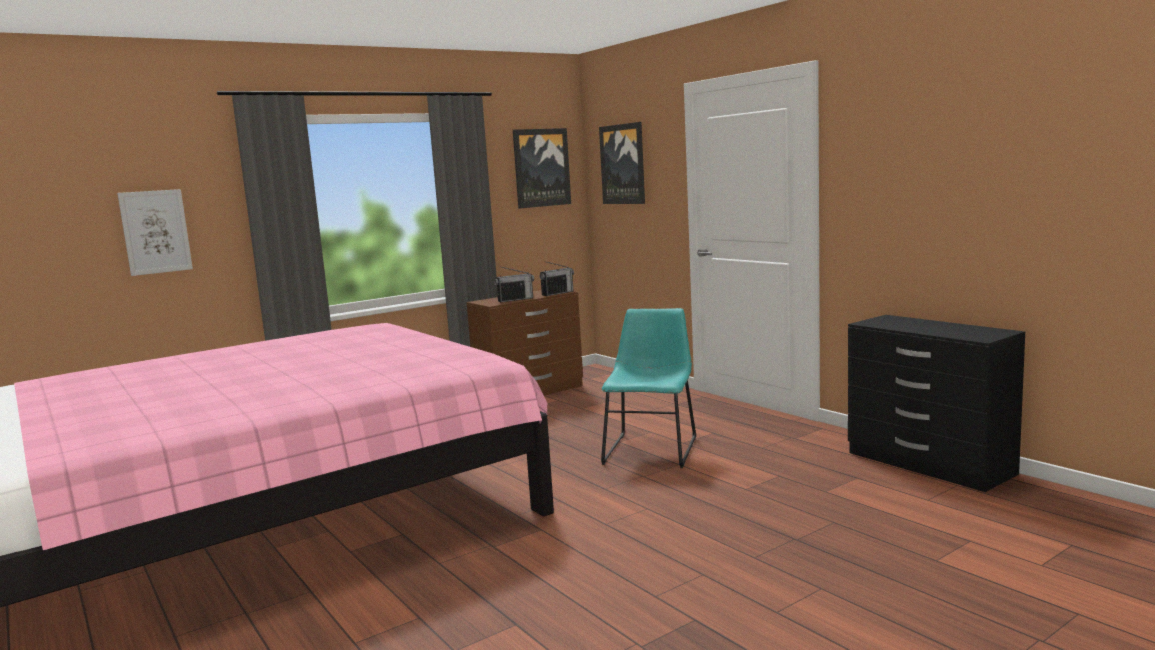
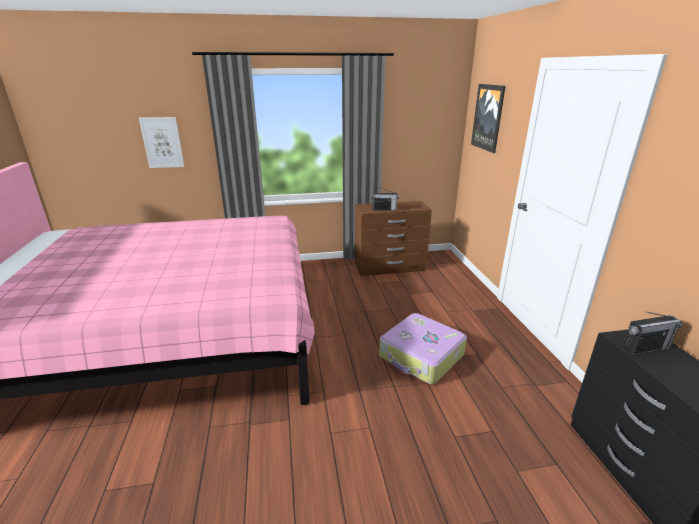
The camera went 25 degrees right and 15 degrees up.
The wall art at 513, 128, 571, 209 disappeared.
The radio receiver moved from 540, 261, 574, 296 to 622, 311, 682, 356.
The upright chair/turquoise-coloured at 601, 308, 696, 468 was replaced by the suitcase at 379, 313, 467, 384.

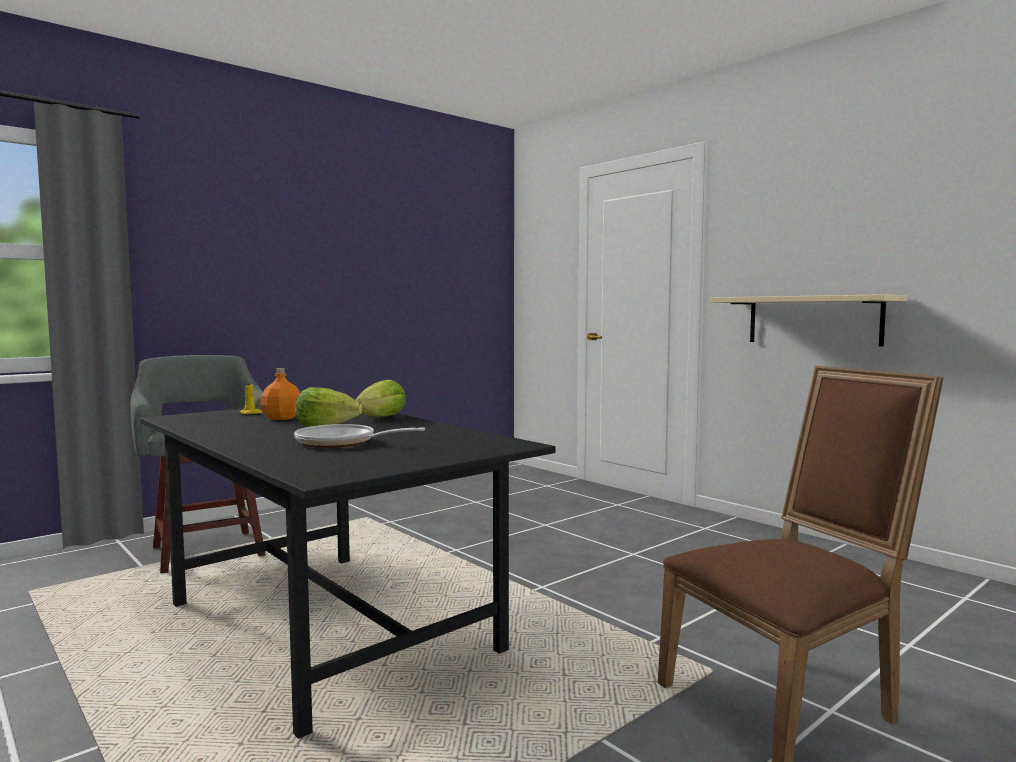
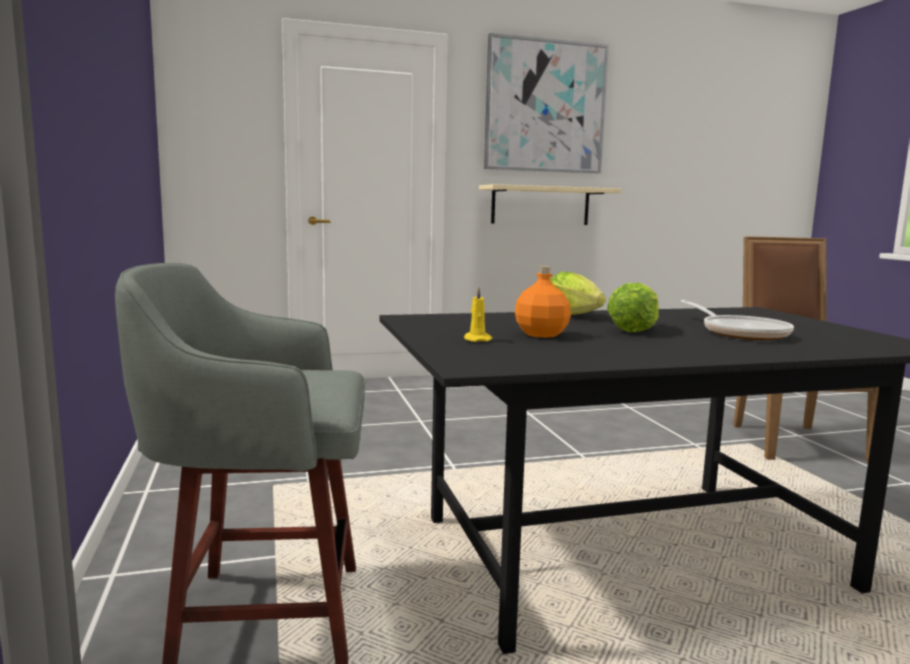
The camera went 65 degrees left and 5 degrees up.
The pan at 294, 424, 425, 448 turned 60 degrees counterclockwise.
The wall art at 484, 33, 609, 173 appeared.

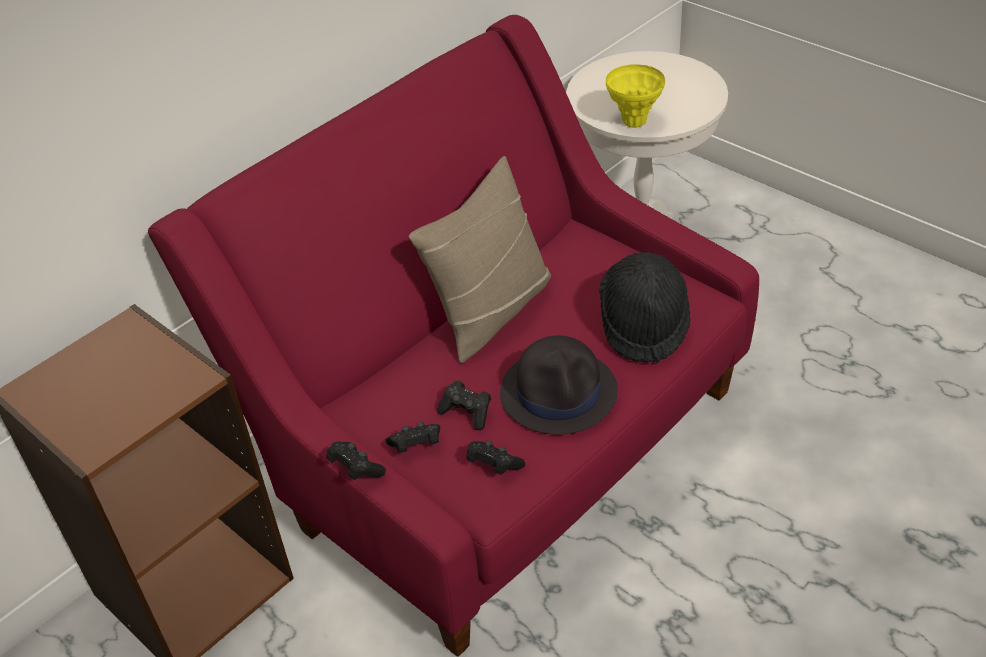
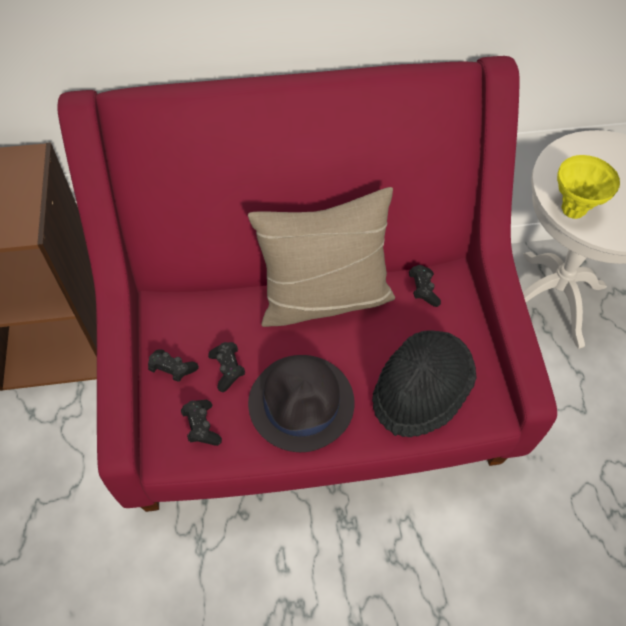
The camera went 35 degrees right and 15 degrees up.
The gamepad/blackish moved from 326, 442, 386, 480 to 409, 265, 441, 307.

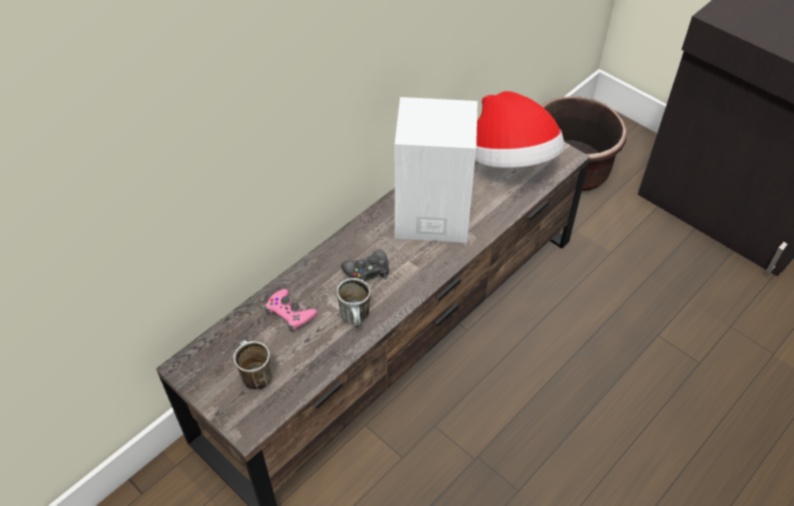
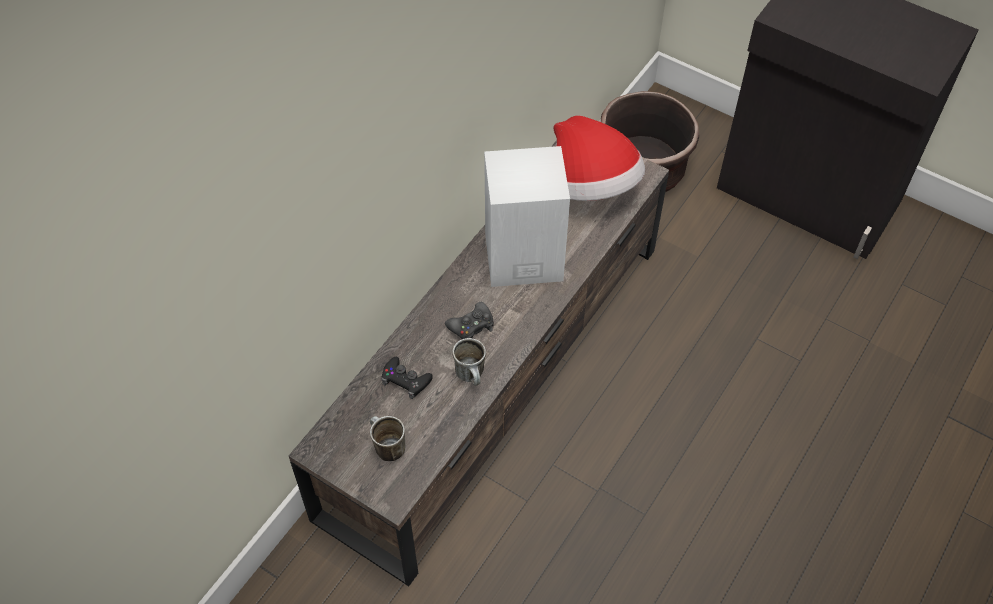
The camera went 10 degrees left and 5 degrees up.
The gamepad/pink-coloured at 265, 289, 317, 332 became the gamepad/blackish at 381, 357, 433, 399.

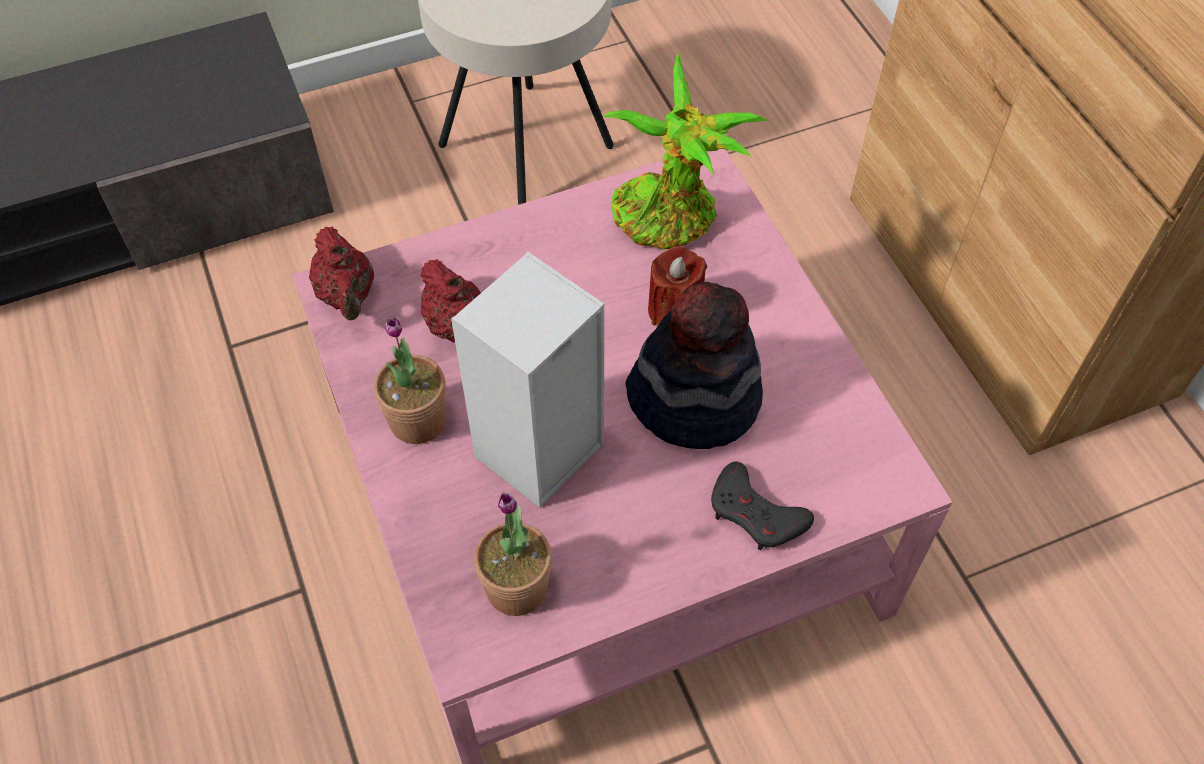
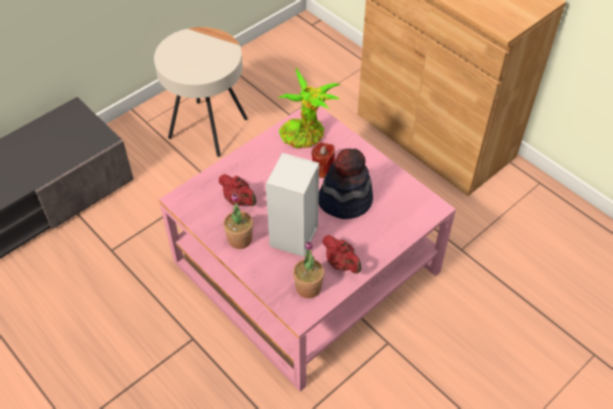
The camera went 20 degrees left and 5 degrees down.
The pot for tea/reddish moved from 309, 227, 374, 321 to 322, 235, 361, 274.
The gamepad/gray at 711, 461, 814, 550 disappeared.

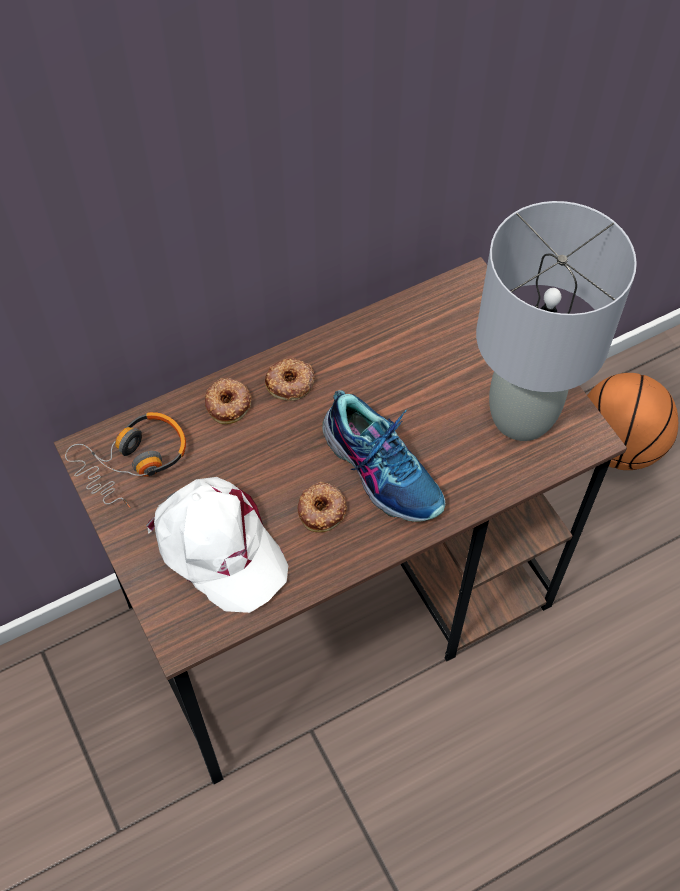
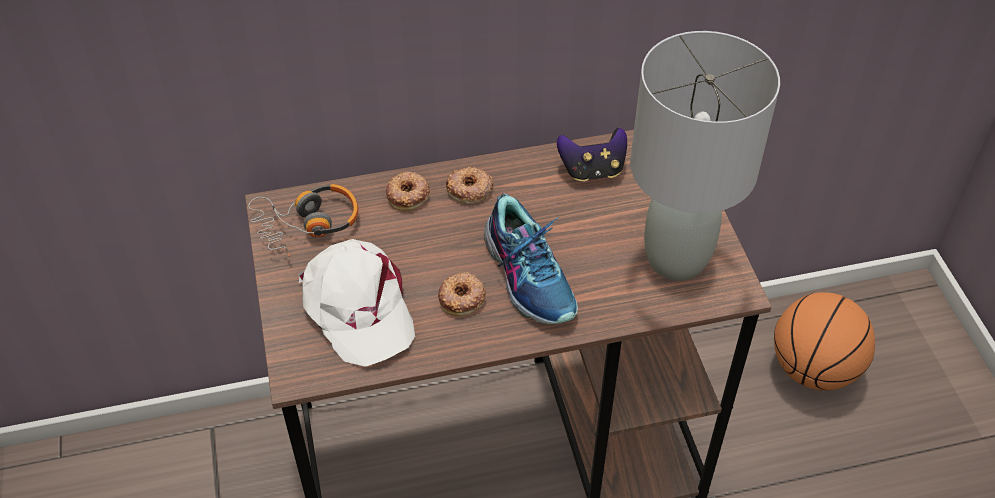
The camera went 15 degrees right and 10 degrees down.
The gamepad at 557, 127, 627, 182 appeared.

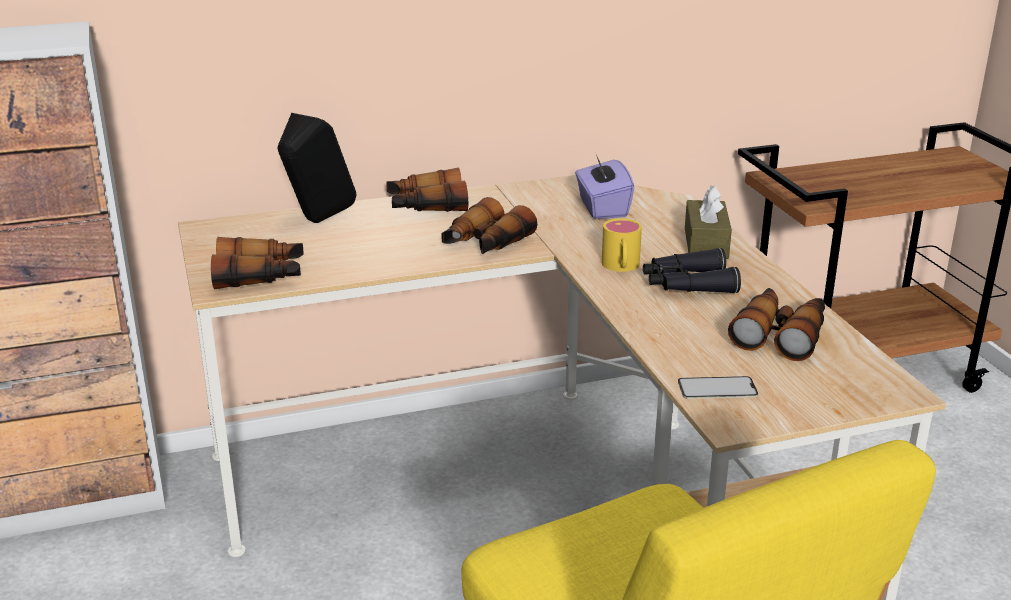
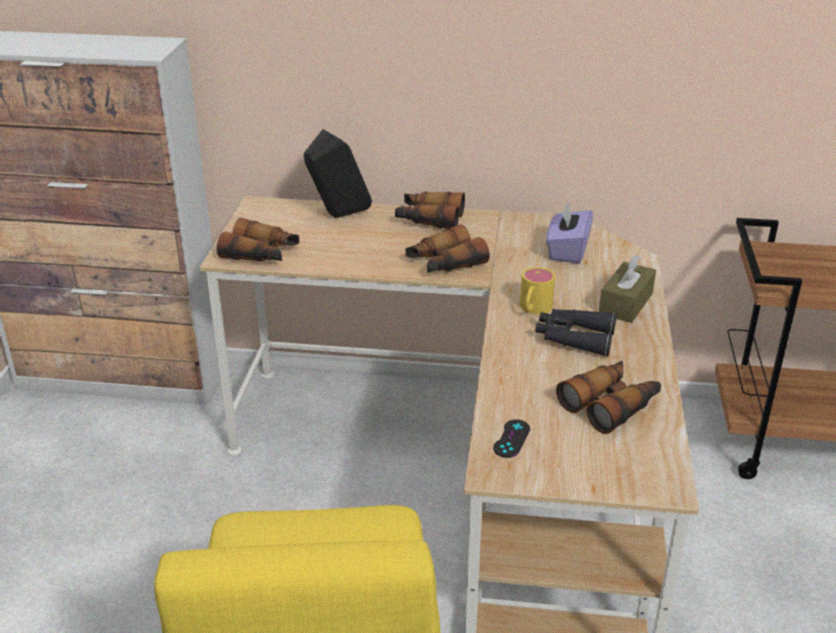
The camera went 25 degrees right and 5 degrees up.
The telephone at 678, 376, 758, 399 was replaced by the gamepad/blackish at 493, 419, 530, 458.

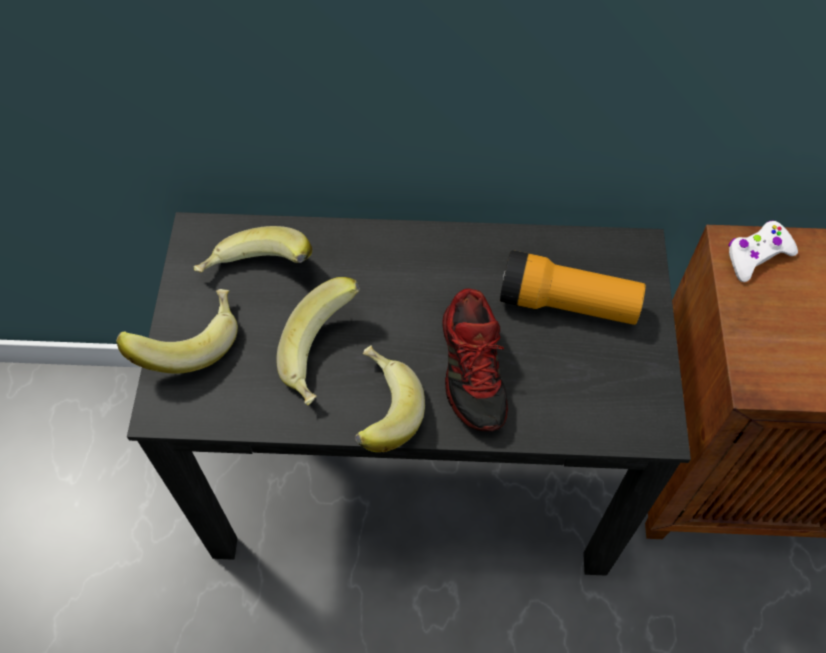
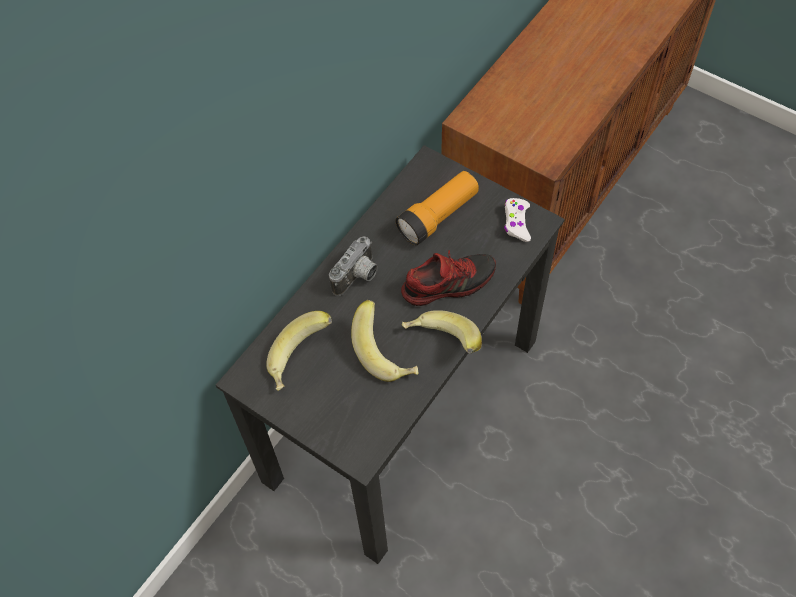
The camera went 55 degrees left and 0 degrees up.
The gamepad/whitish moved from 728, 220, 798, 282 to 504, 198, 531, 242.
The banana at 116, 289, 238, 374 disappeared.
The low shoe at 442, 289, 508, 431 turned 45 degrees counterclockwise.
The still camera at 329, 236, 378, 296 appeared.

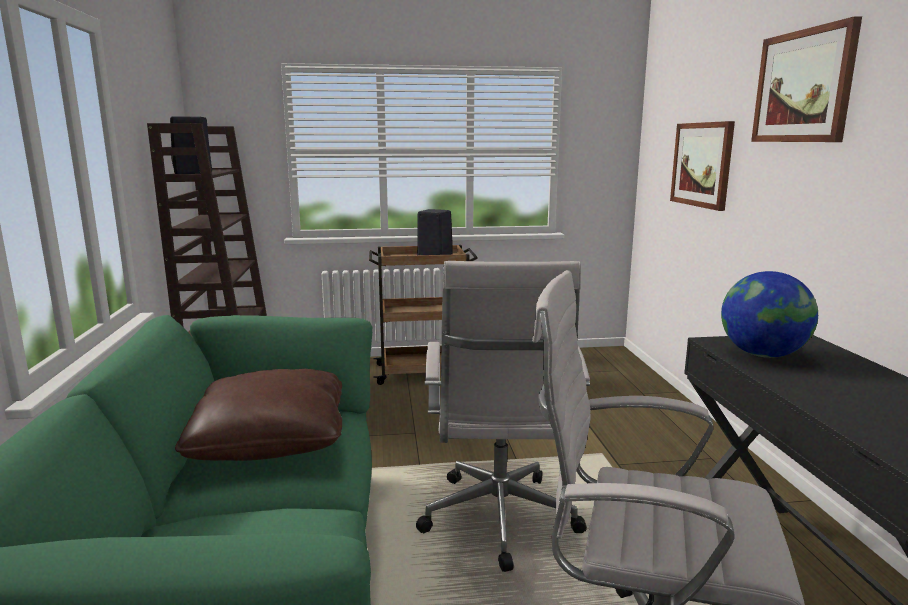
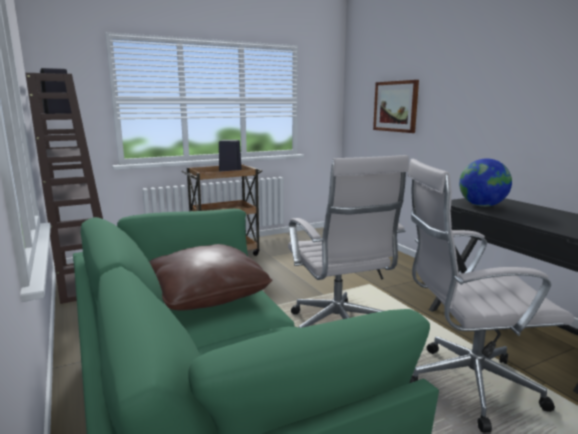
The camera went 20 degrees left and 0 degrees up.
The wall art at 751, 16, 862, 142 disappeared.

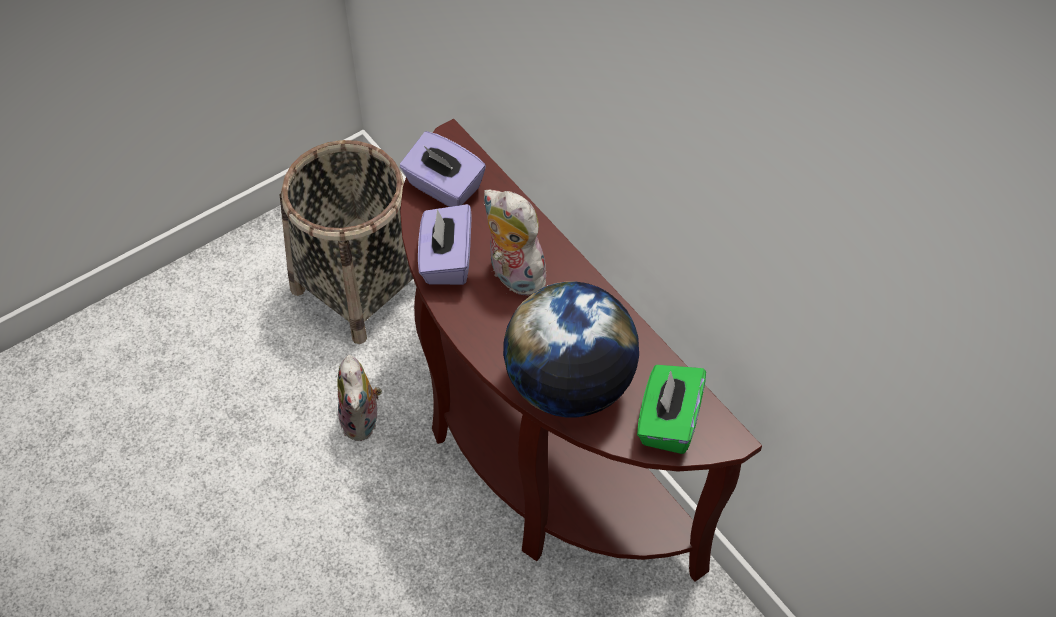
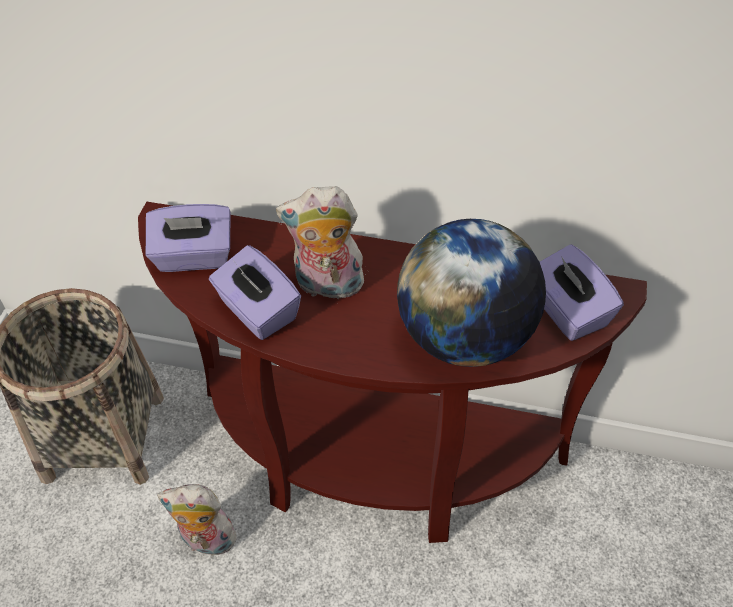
The camera went 40 degrees left and 5 degrees down.
The soft toy at 337, 355, 382, 441 turned 150 degrees clockwise.
The tissue holder/green-coloured at 637, 365, 706, 454 became the tissue holder/purple at 540, 244, 624, 341.

